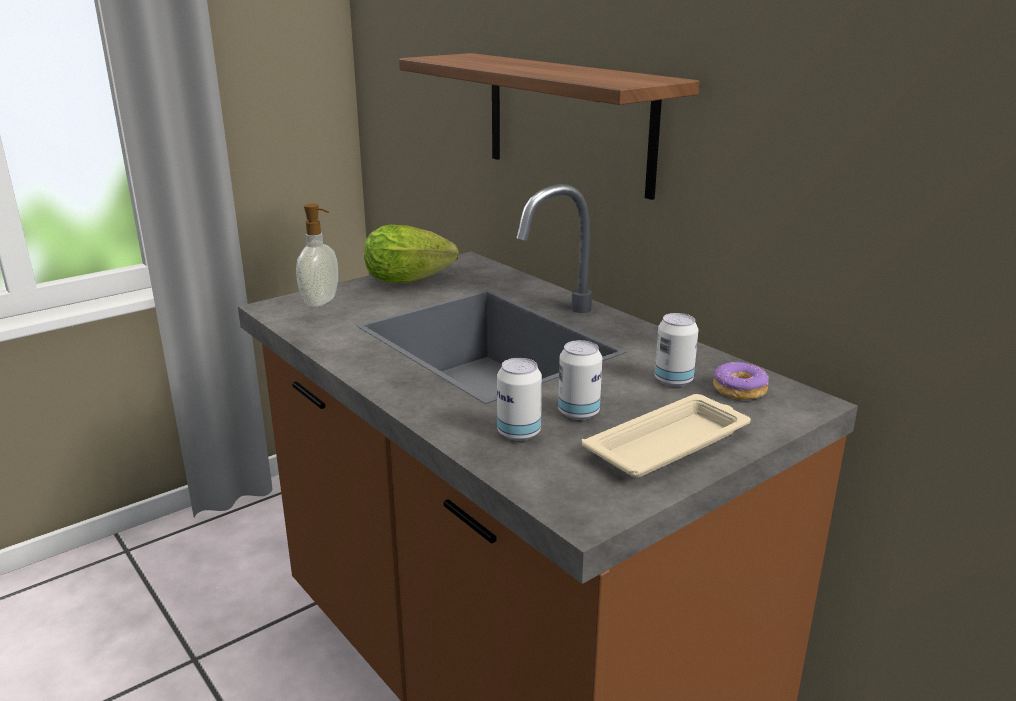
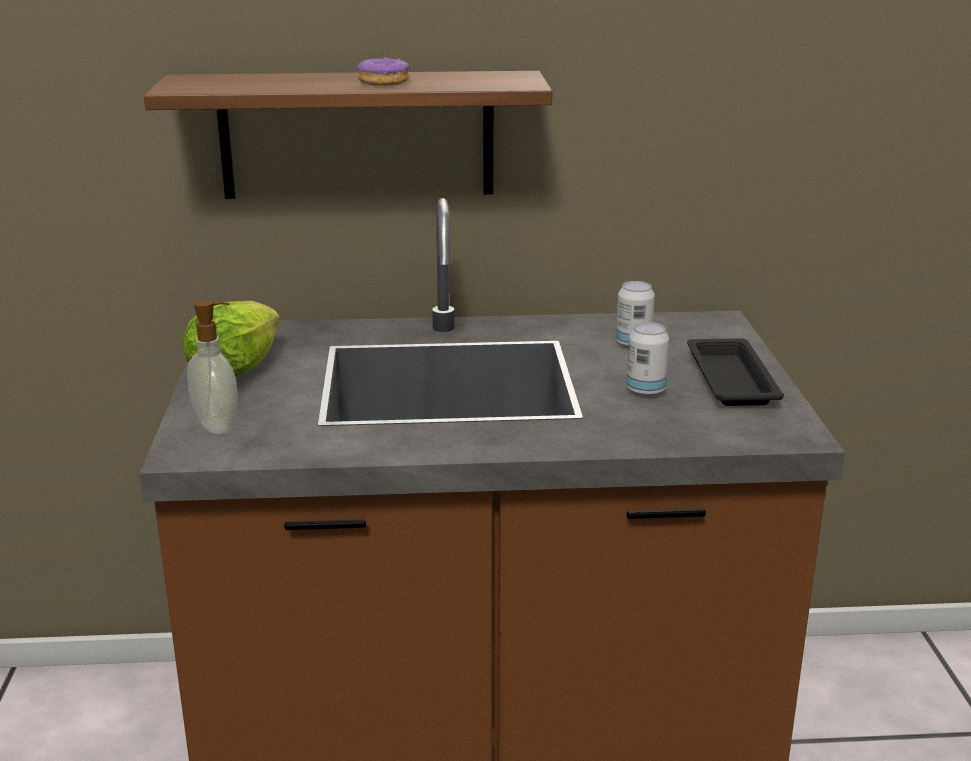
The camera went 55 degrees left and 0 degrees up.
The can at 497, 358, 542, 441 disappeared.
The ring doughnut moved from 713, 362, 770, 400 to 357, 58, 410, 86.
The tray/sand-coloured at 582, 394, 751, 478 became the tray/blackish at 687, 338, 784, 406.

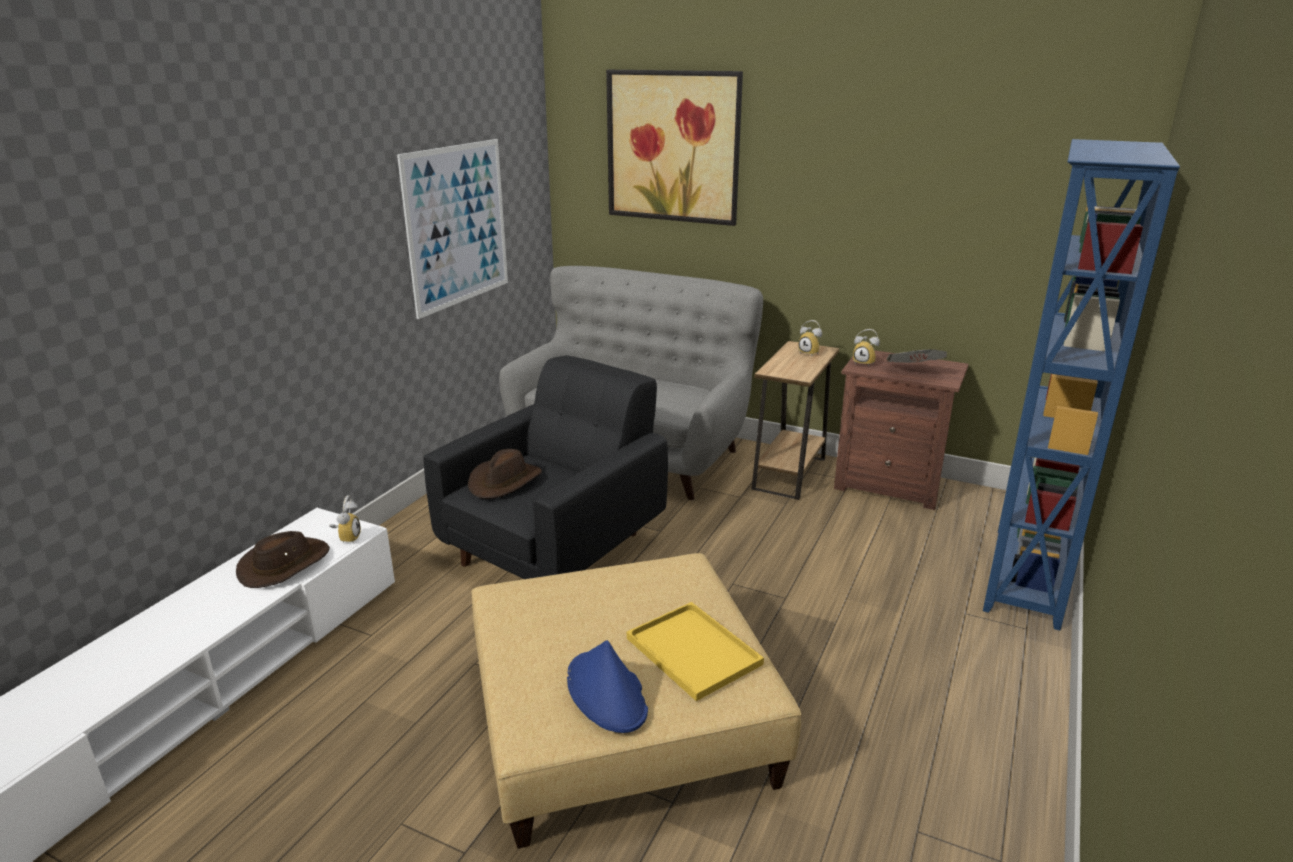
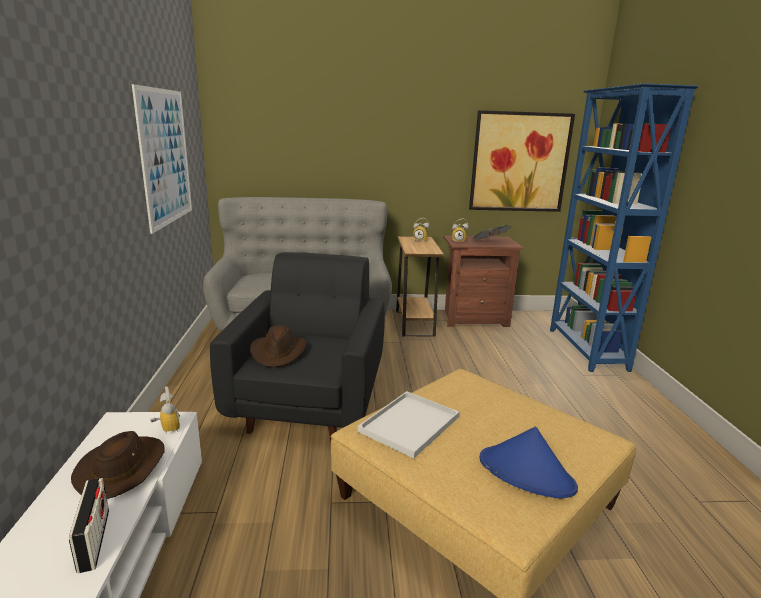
The camera went 30 degrees left and 5 degrees down.
The wall art moved from 606, 70, 743, 226 to 469, 110, 575, 212.
The tray/yellow-coloured at 627, 602, 764, 701 disappeared.
The tray/whitish at 358, 391, 459, 458 appeared.
The radio receiver at 69, 478, 109, 573 appeared.

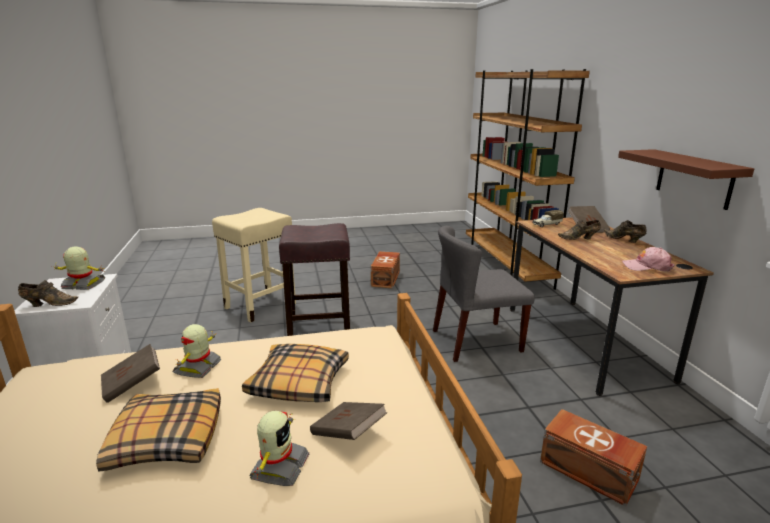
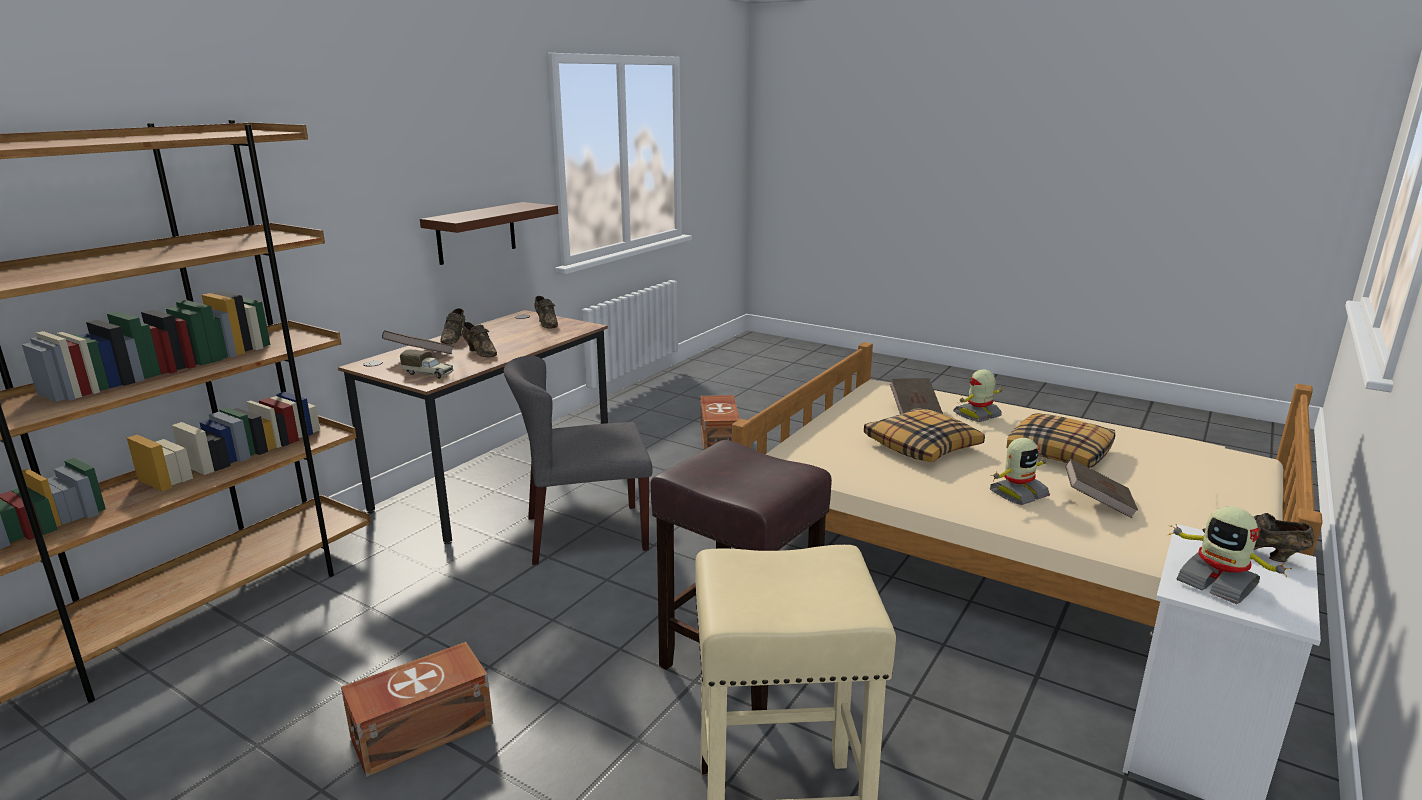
The camera went 135 degrees left and 0 degrees up.
The upright chair/gray at 433, 226, 535, 362 turned 135 degrees clockwise.
The cap/pink-coloured at 622, 247, 675, 272 was replaced by the low shoe/brownish at 534, 296, 558, 329.

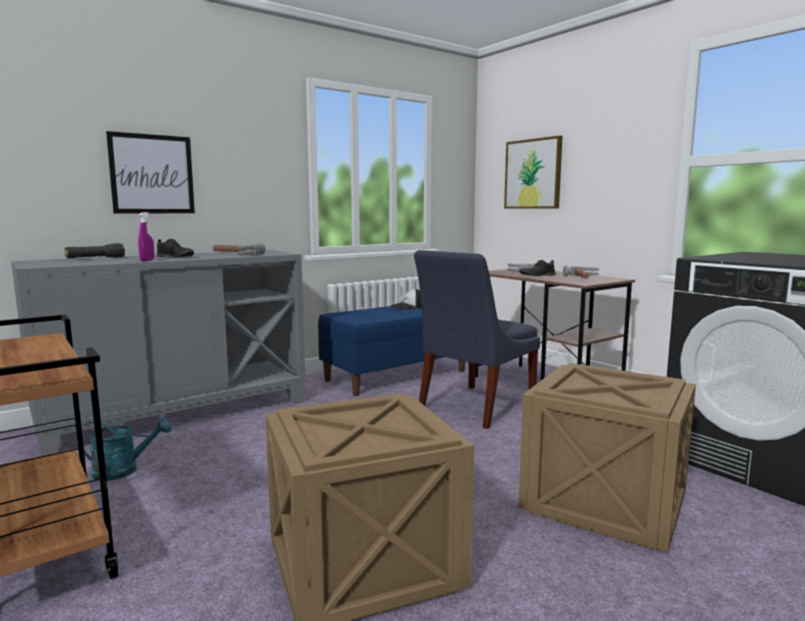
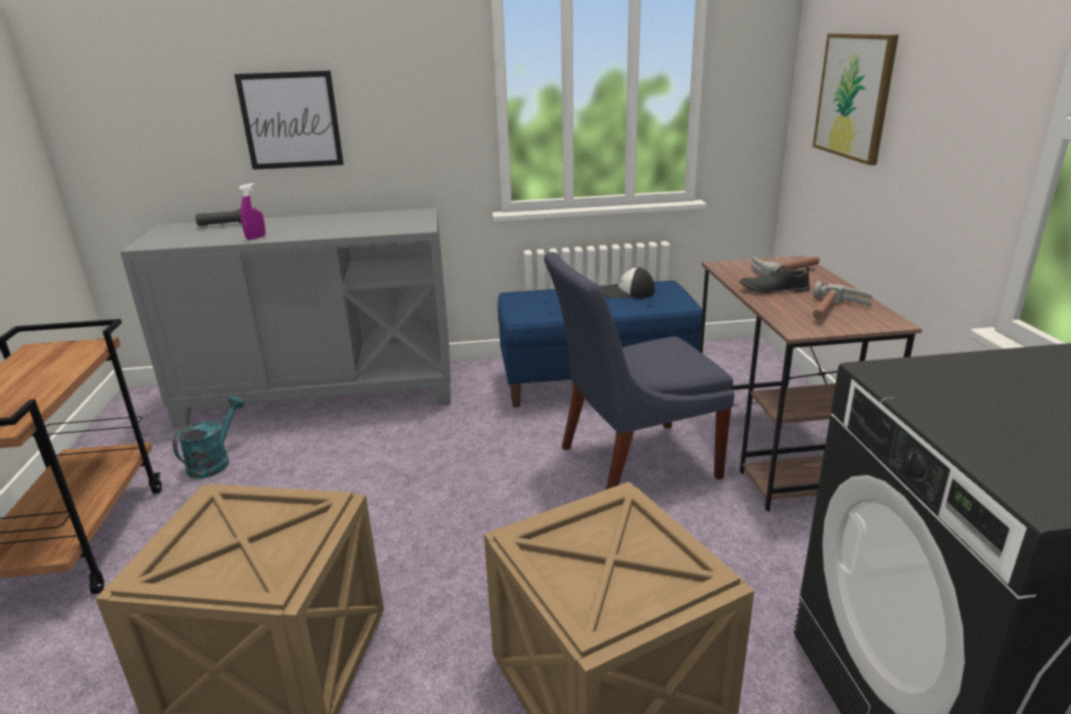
The camera went 30 degrees right and 15 degrees up.
The low shoe/blackish at 157, 239, 194, 257 disappeared.
The tool hammer at 213, 243, 266, 255 disappeared.
The sprinkling can/turquoise-coloured at 76, 417, 172, 481 turned 90 degrees counterclockwise.

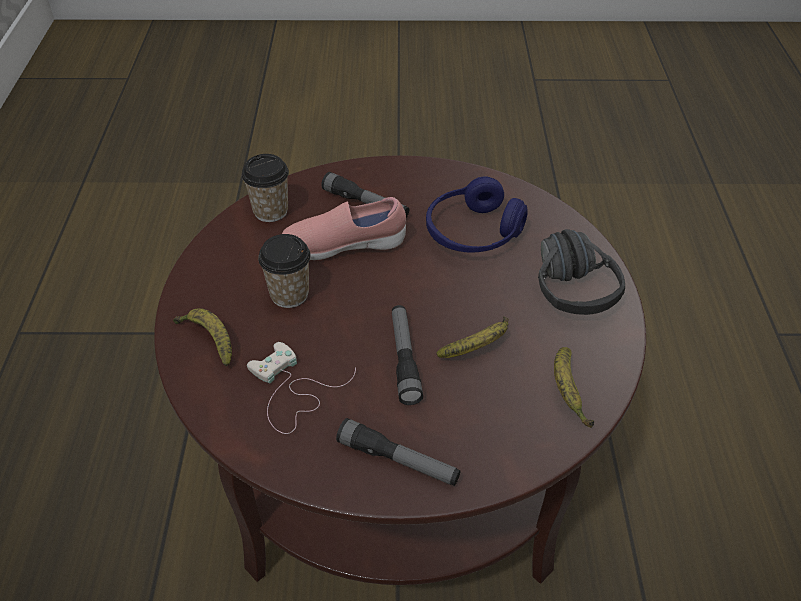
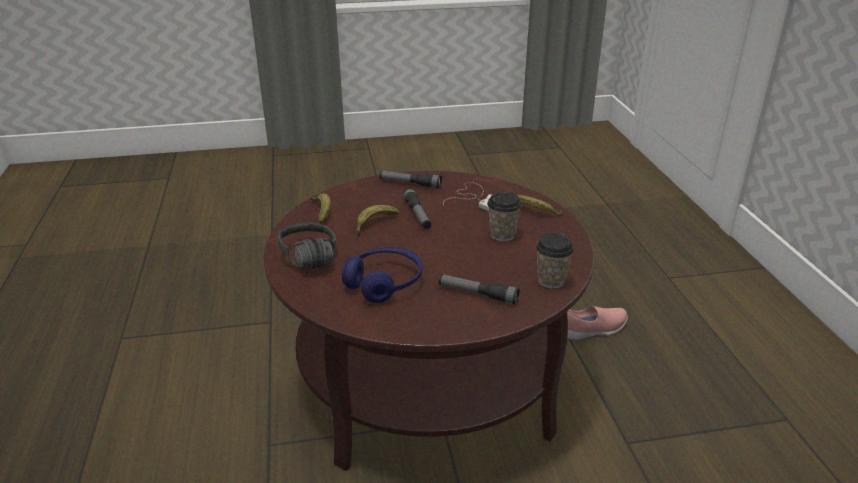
The camera went 170 degrees right and 15 degrees down.
The low shoe/pink-coloured moved from 282, 197, 406, 260 to 567, 306, 628, 340.

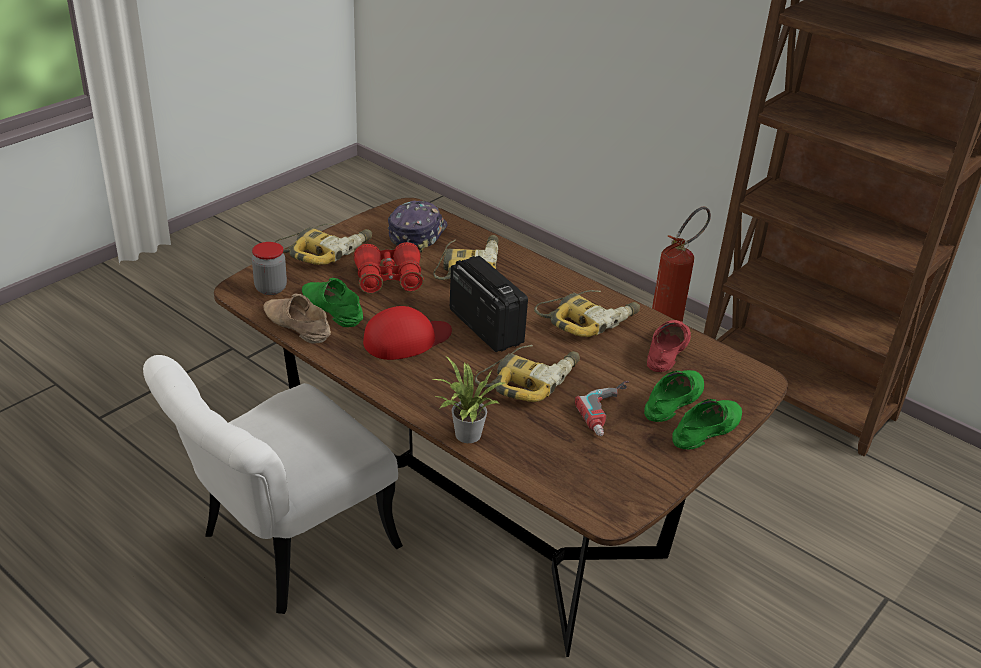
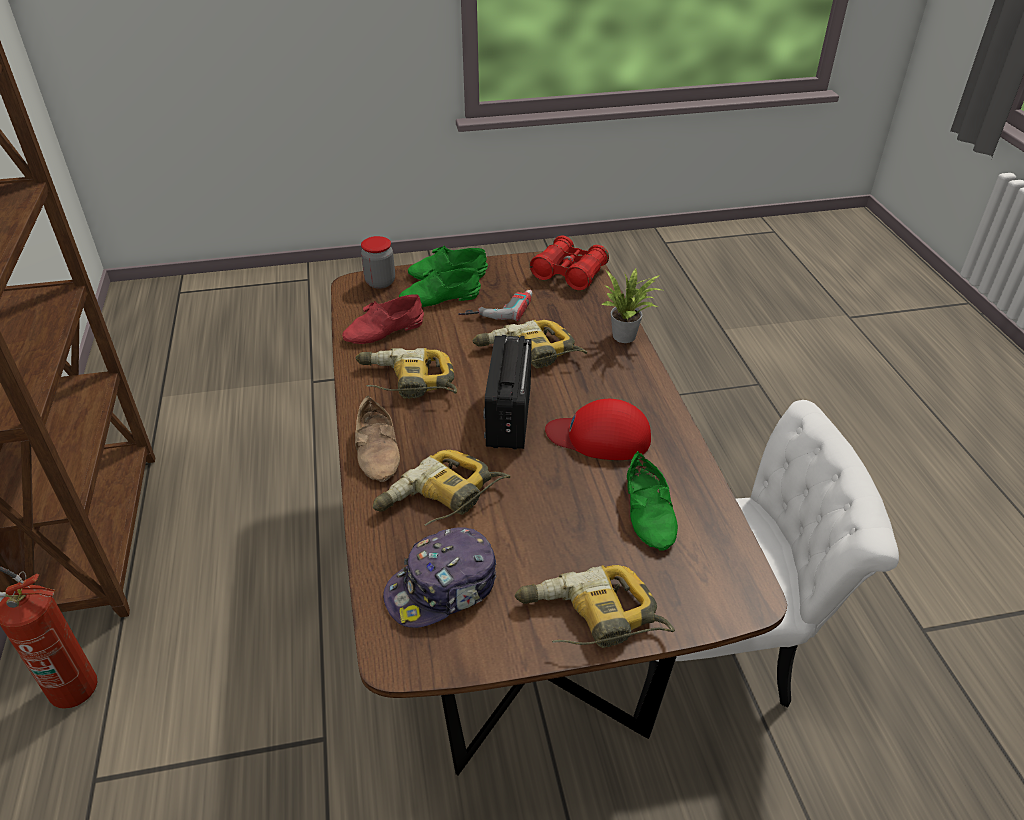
The camera went 140 degrees left and 5 degrees up.
The jar moved from 252, 242, 287, 295 to 361, 236, 395, 289.
The pair of binoculars/reddish moved from 354, 242, 424, 294 to 530, 235, 609, 291.
The low shoe/sand-coloured moved from 263, 294, 331, 344 to 355, 396, 400, 482.

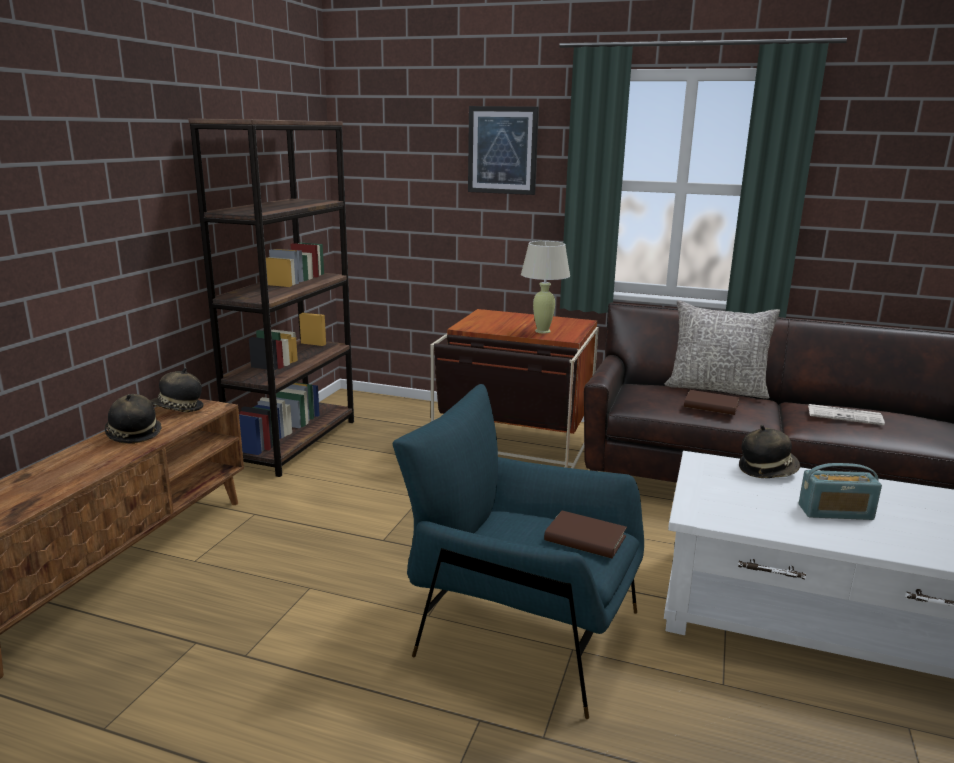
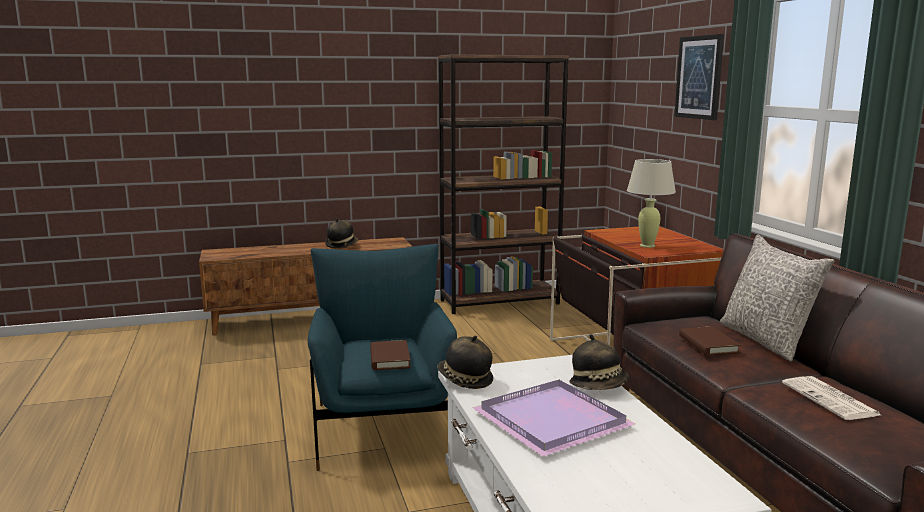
The camera went 55 degrees right and 5 degrees down.
The hat moved from 150, 368, 204, 412 to 437, 335, 493, 389.
The radio receiver at 799, 463, 882, 520 was replaced by the tray/purple at 472, 380, 636, 456.

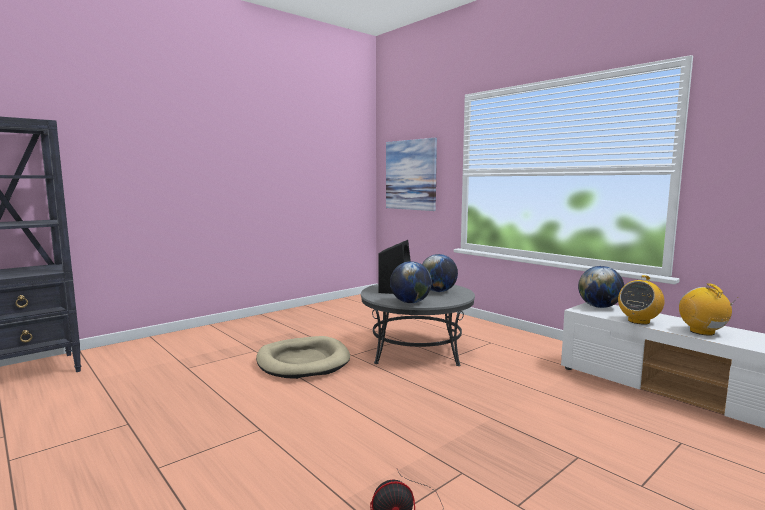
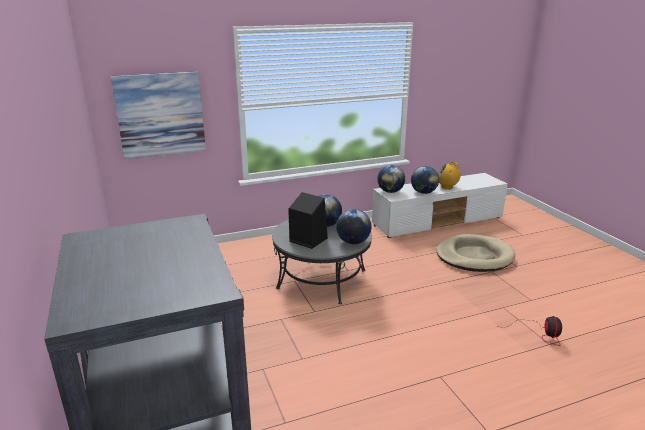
The camera went 70 degrees left and 15 degrees up.
The radio receiver at 618, 275, 664, 325 was replaced by the desk globe at 411, 166, 439, 194.
The dog bed/sand-coloured moved from 256, 336, 350, 379 to 437, 234, 515, 272.

